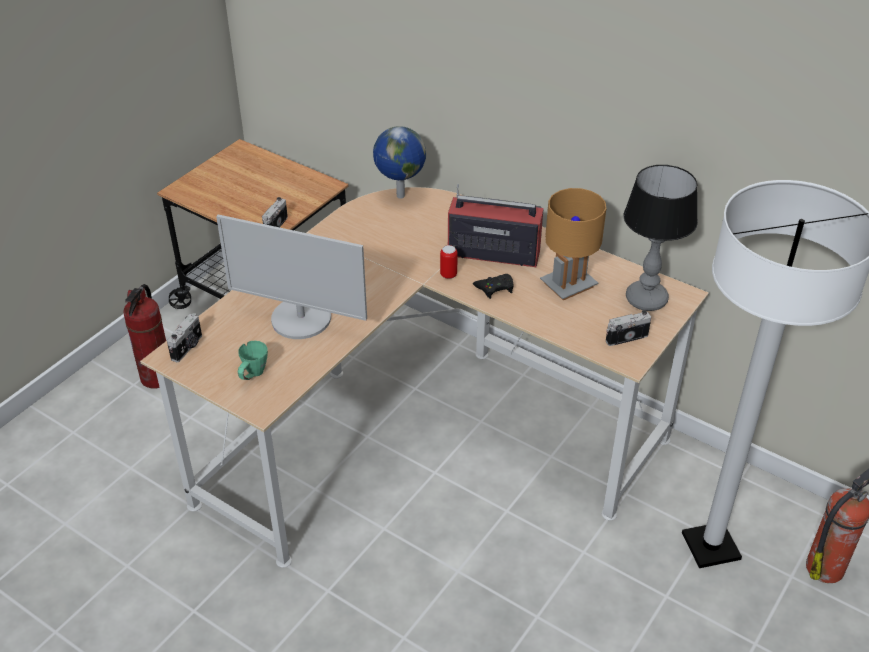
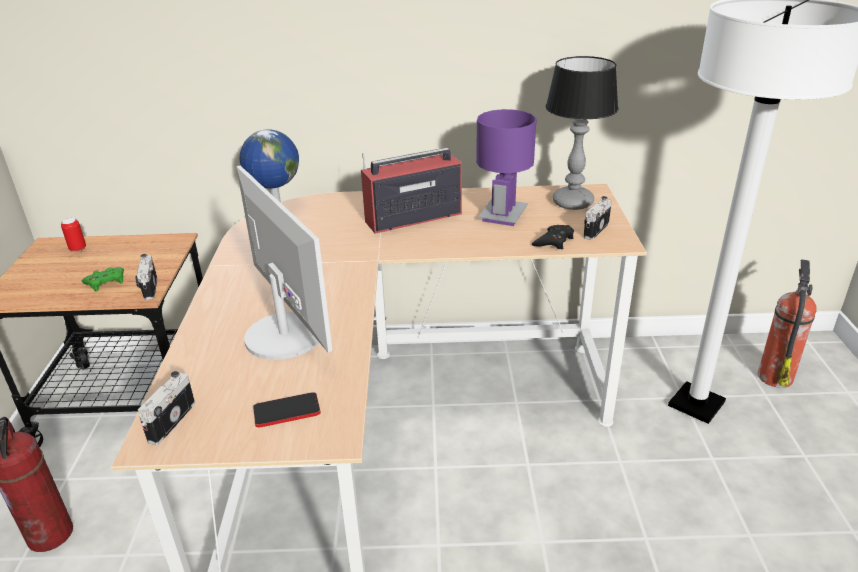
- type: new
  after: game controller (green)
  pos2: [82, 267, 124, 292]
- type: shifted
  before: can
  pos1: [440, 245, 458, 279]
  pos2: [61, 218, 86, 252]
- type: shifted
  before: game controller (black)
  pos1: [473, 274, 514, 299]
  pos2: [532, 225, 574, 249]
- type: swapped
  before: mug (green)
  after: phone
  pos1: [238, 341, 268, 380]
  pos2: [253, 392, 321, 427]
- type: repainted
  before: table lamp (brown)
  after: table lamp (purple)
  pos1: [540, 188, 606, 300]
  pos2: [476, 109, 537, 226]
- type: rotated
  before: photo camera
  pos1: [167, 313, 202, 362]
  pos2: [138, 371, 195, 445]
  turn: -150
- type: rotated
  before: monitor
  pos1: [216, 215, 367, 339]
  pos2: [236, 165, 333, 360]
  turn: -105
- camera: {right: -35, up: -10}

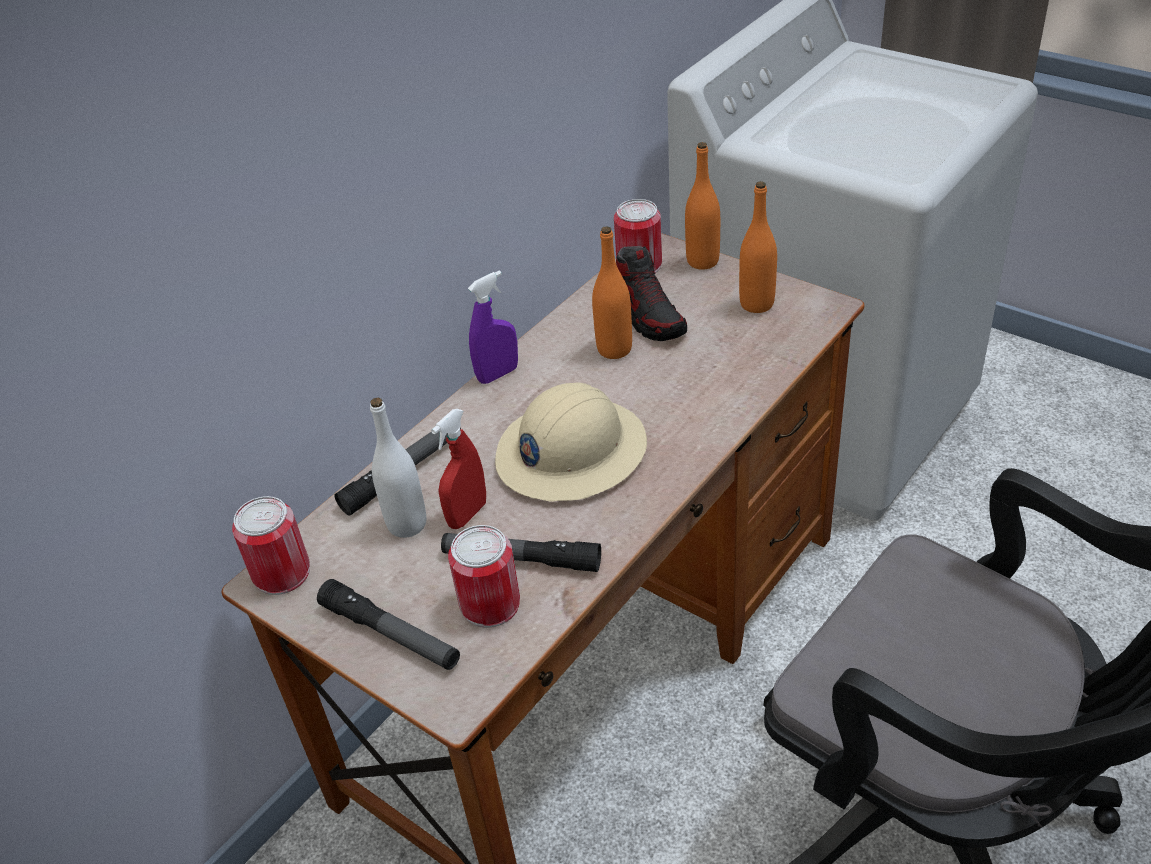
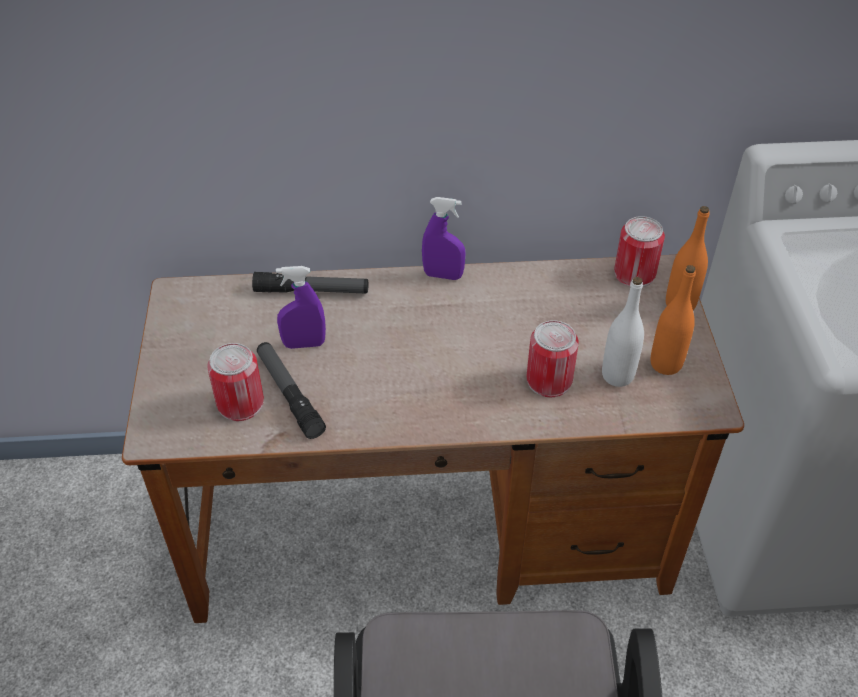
- type: gone
  before: flashlight
  pos1: [317, 579, 460, 670]
- type: gone
  before: hard hat (beige)
  pos1: [495, 383, 647, 502]
- type: gone
  before: bottle (orange)
  pos1: [592, 226, 632, 359]
- type: gone
  before: shoe
  pos1: [616, 246, 687, 341]
- type: shifted
  before: can
  pos1: [232, 496, 310, 595]
  pos2: [527, 320, 579, 397]
- type: shifted
  before: bottle (white)
  pos1: [370, 398, 426, 538]
  pos2: [602, 277, 644, 387]
- type: repainted
  before: spray bottle (red)
  after: spray bottle (purple)
  pos1: [431, 409, 486, 529]
  pos2: [276, 266, 326, 349]
- camera: {right: 45, up: 5}

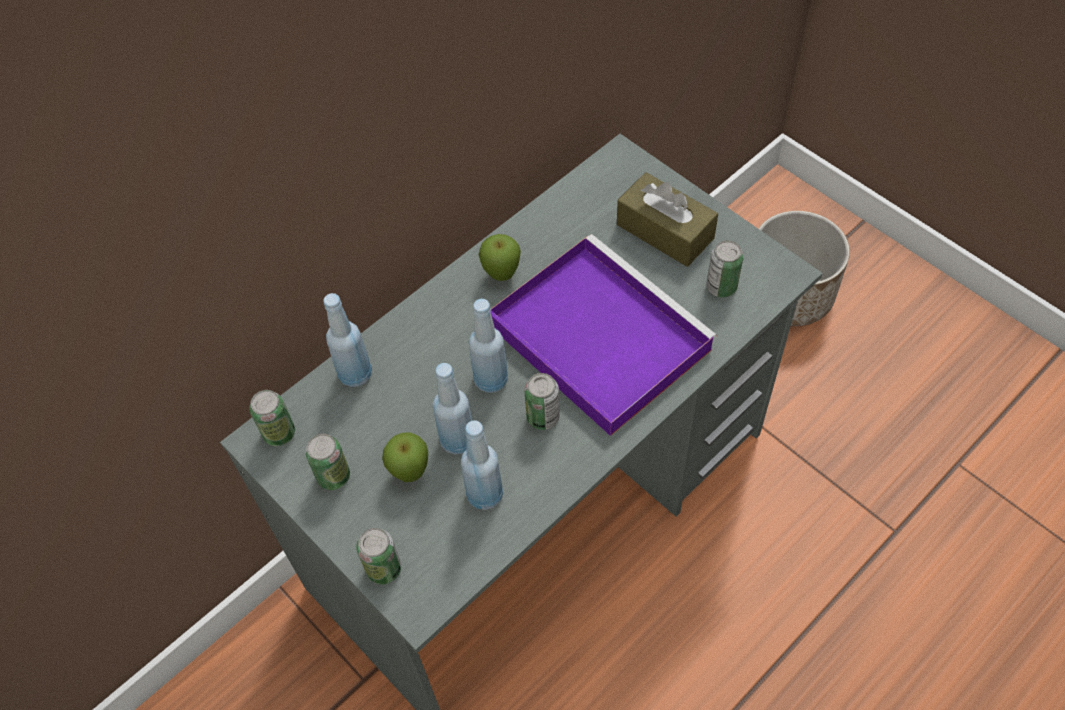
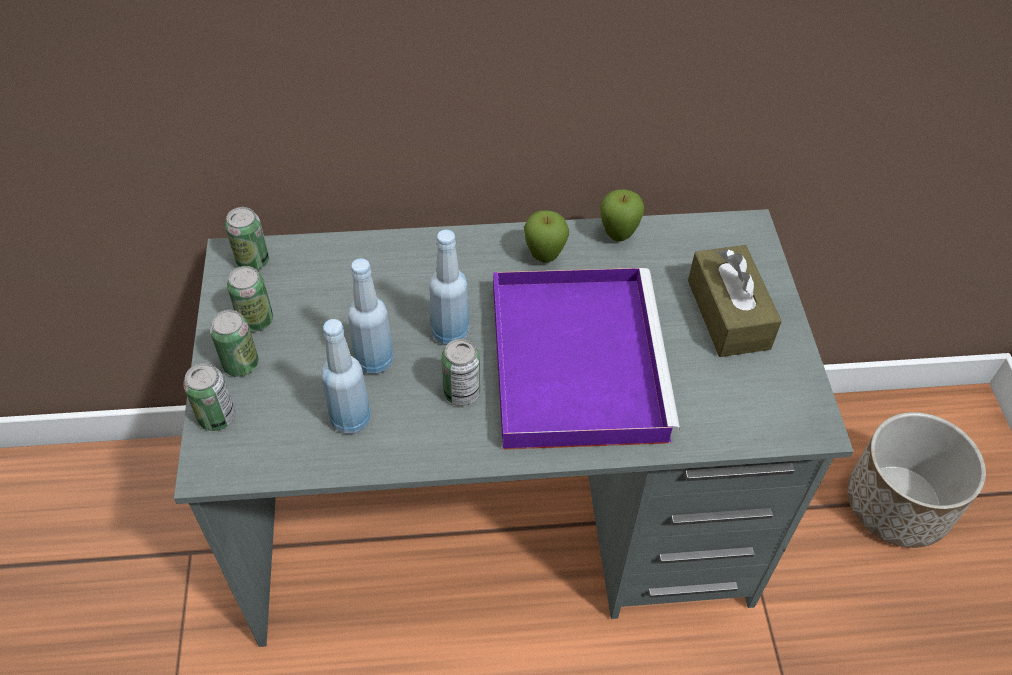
- type: gone
  before: bottle (blue)
  pos1: [323, 293, 372, 387]
- type: shifted
  before: apple
  pos1: [382, 432, 428, 482]
  pos2: [600, 189, 645, 242]
- type: shifted
  before: can
  pos1: [706, 240, 743, 298]
  pos2: [210, 310, 259, 377]
- camera: {right: 35, up: -5}

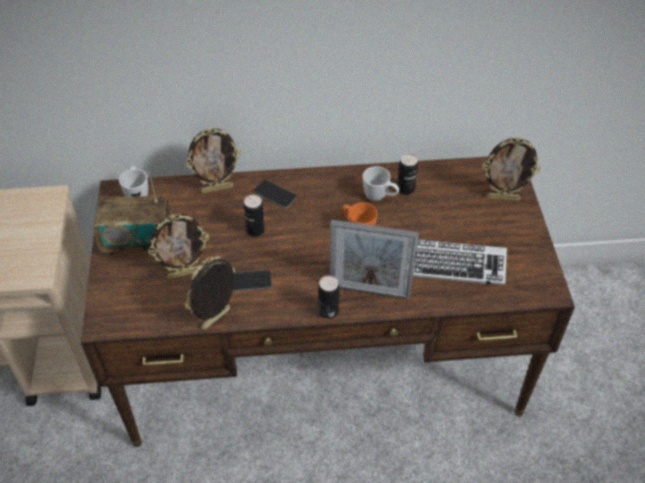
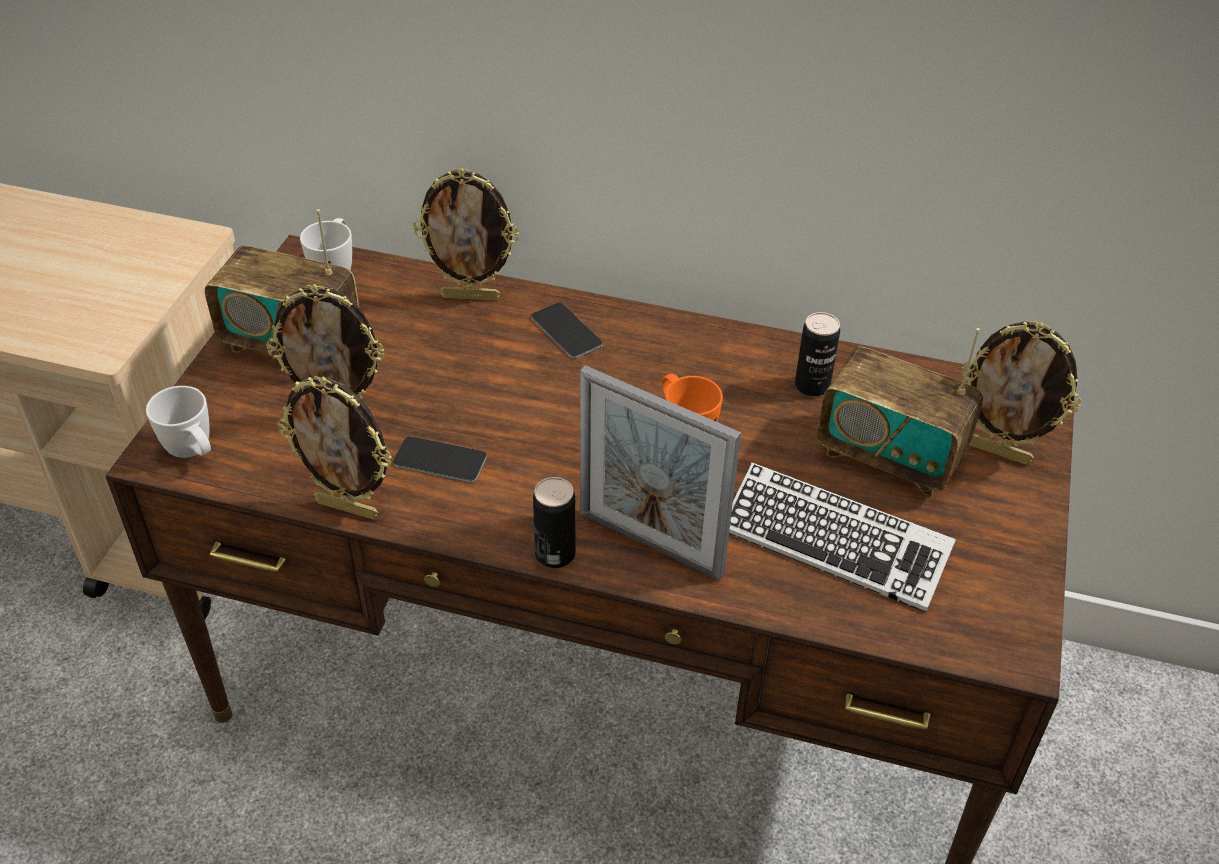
- type: gone
  before: can
  pos1: [243, 195, 265, 237]
- type: new
  after: radio
  pos2: [817, 328, 983, 497]
- type: shifted
  before: mug (white)
  pos1: [363, 166, 399, 201]
  pos2: [146, 386, 211, 458]
- type: rotated
  before: picture frame
  pos1: [185, 256, 235, 329]
  pos2: [277, 376, 392, 520]
  turn: -135
- camera: {right: 20, up: -5}

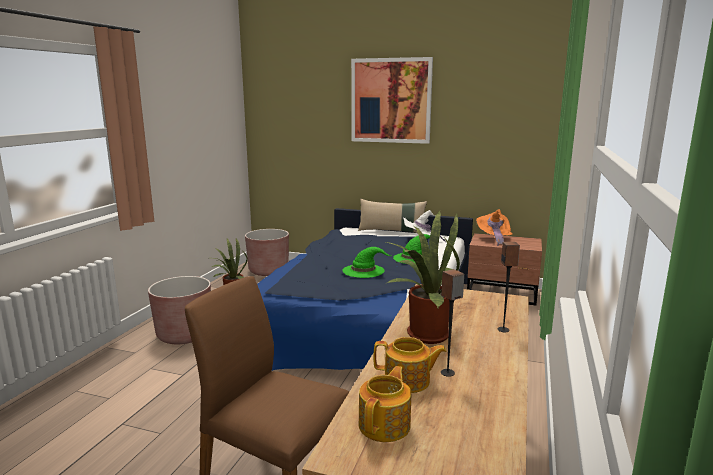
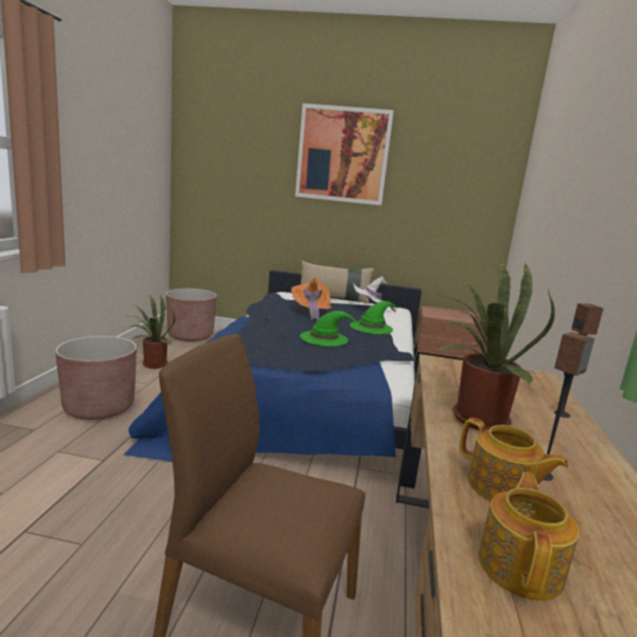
- type: shifted
  before: hat (orange)
  pos1: [476, 209, 513, 246]
  pos2: [291, 277, 332, 321]
- type: rotated
  before: teapot
  pos1: [373, 337, 447, 393]
  pos2: [460, 418, 569, 502]
  turn: 45
- camera: {right: -10, up: 0}

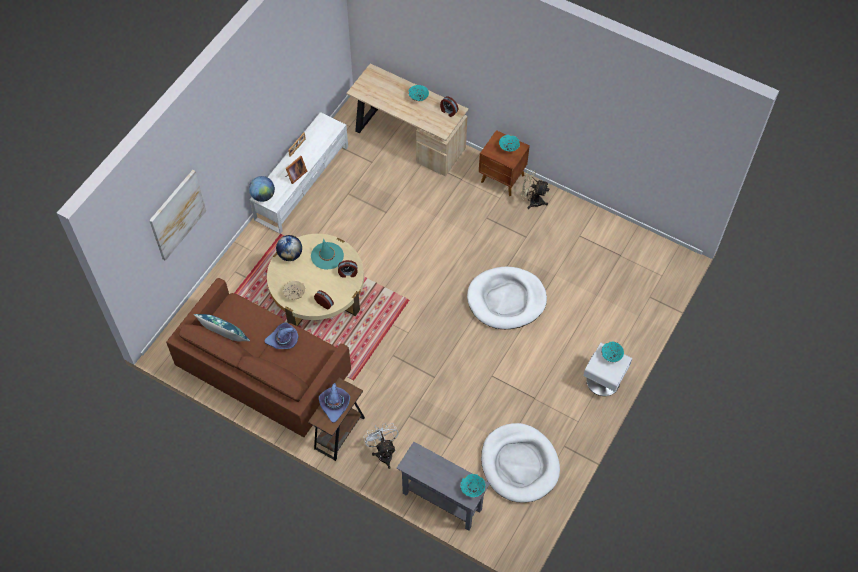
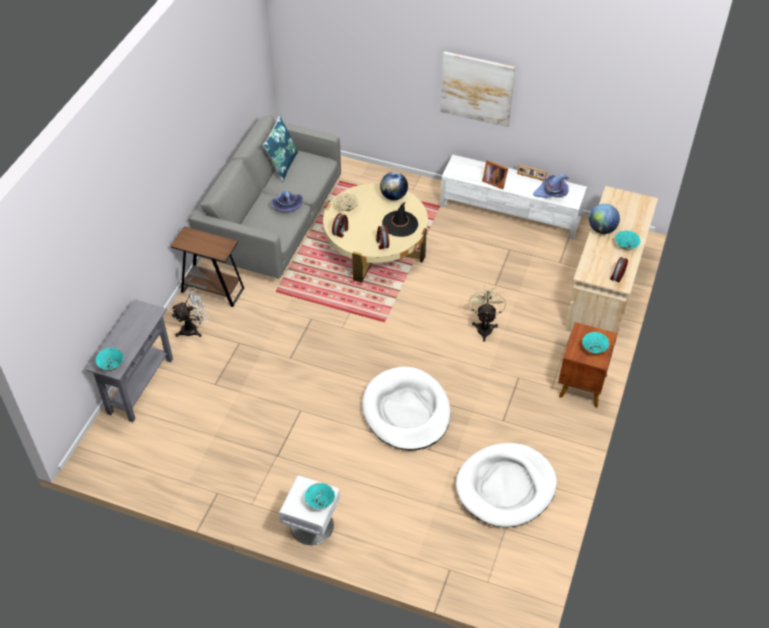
- type: shifted
  before: picture
  pos1: [149, 170, 206, 261]
  pos2: [440, 51, 515, 127]
- type: shifted
  before: globe
  pos1: [249, 176, 275, 202]
  pos2: [589, 204, 620, 234]
- type: shifted
  before: hat (purple)
  pos1: [319, 383, 350, 423]
  pos2: [533, 174, 569, 198]
- type: shifted
  before: dog bed (white)
  pos1: [481, 423, 560, 503]
  pos2: [456, 443, 557, 527]
- type: shifted
  before: fan (beige)
  pos1: [521, 169, 549, 209]
  pos2: [469, 286, 506, 342]
- type: repainted
  before: sofa (brown)
  after: sofa (grey)
  pos1: [166, 278, 351, 437]
  pos2: [189, 115, 341, 278]
- type: repainted
  before: hat (turquoise)
  after: hat (black)
  pos1: [311, 238, 344, 269]
  pos2: [382, 202, 418, 237]
- camera: {right: 80, up: -10}

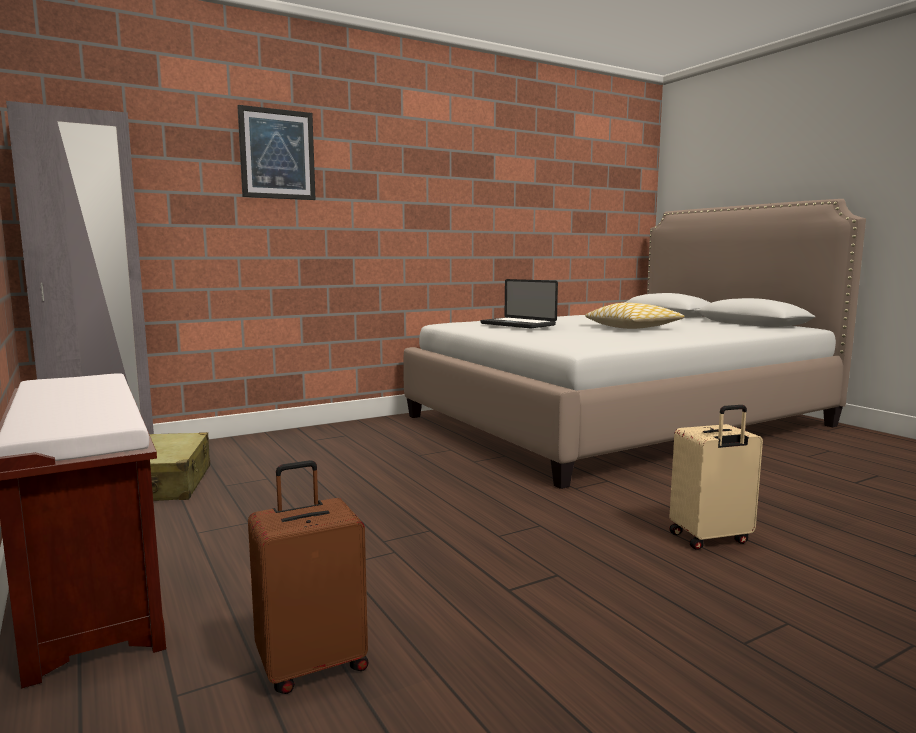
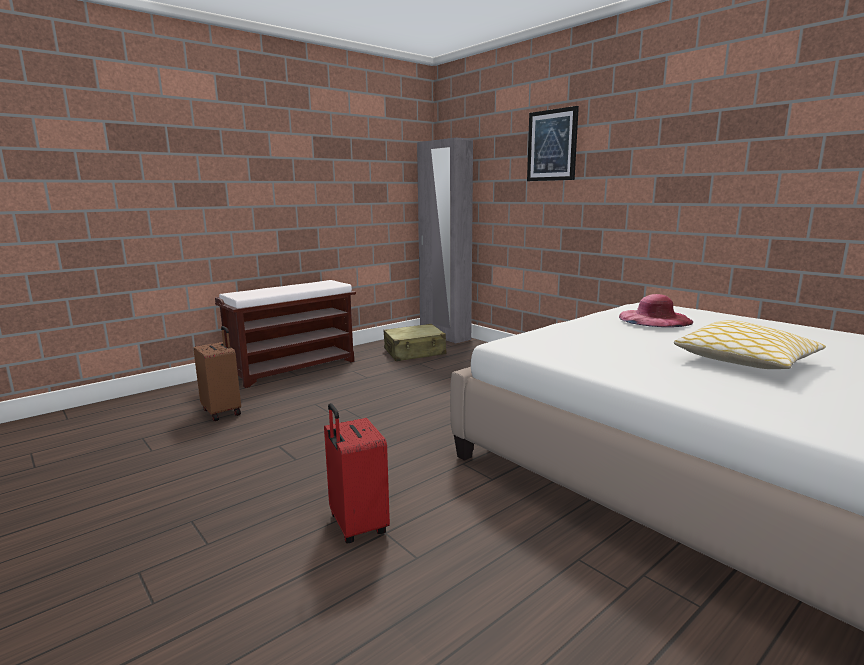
- type: swapped
  before: laptop
  after: hat (pink)
  pos1: [480, 279, 558, 328]
  pos2: [619, 294, 693, 327]
- type: repainted
  before: suitcase (beige)
  after: suitcase (red)
  pos1: [669, 405, 763, 550]
  pos2: [324, 403, 390, 543]
- camera: {right: 80, up: 5}

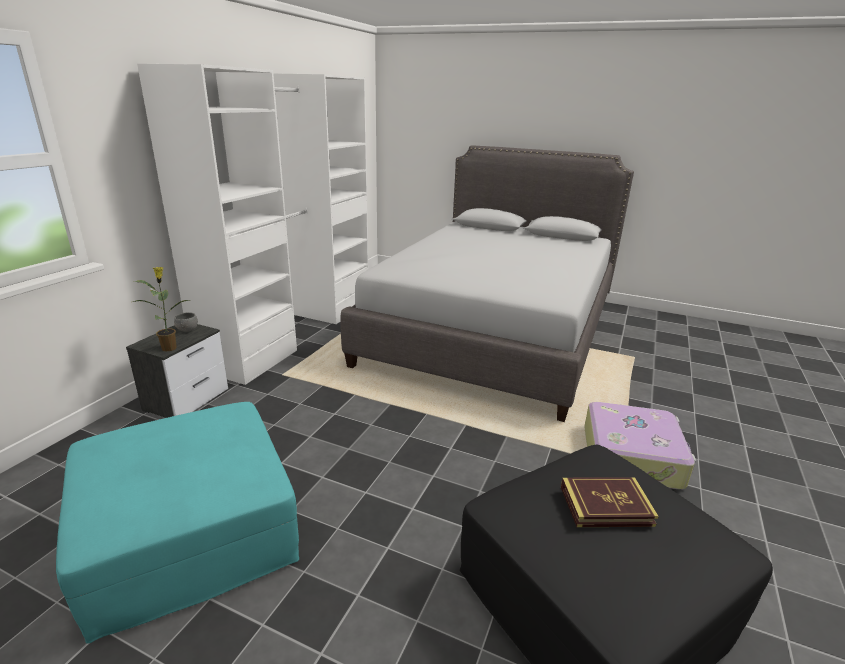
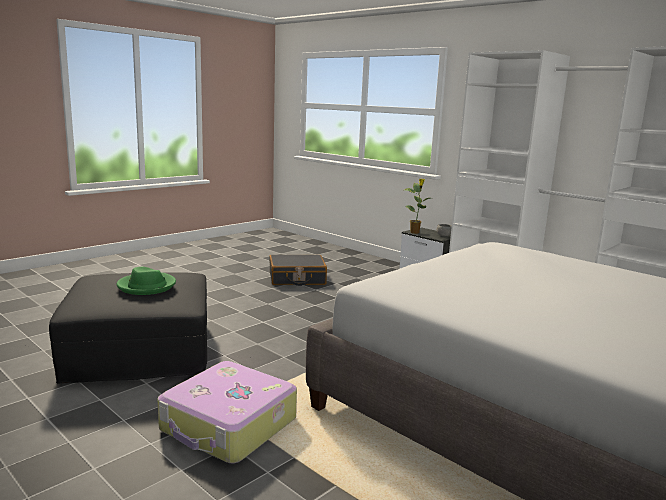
- type: swapped
  before: ottoman (turquoise)
  after: suitcase (black)
  pos1: [56, 402, 299, 644]
  pos2: [269, 255, 327, 286]
- type: swapped
  before: book
  after: hat (green)
  pos1: [561, 477, 659, 527]
  pos2: [116, 267, 176, 295]
- camera: {right: 110, up: -10}

